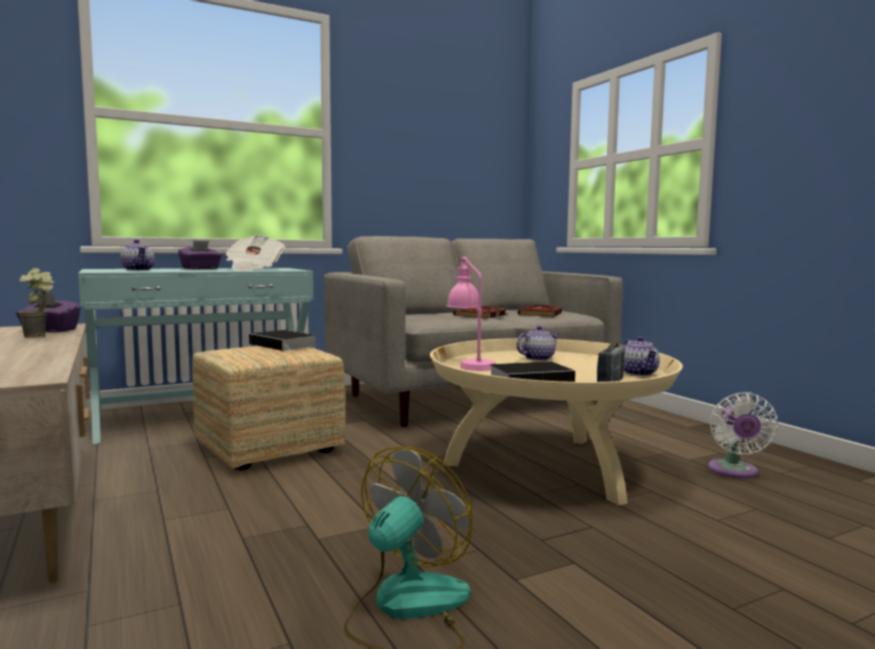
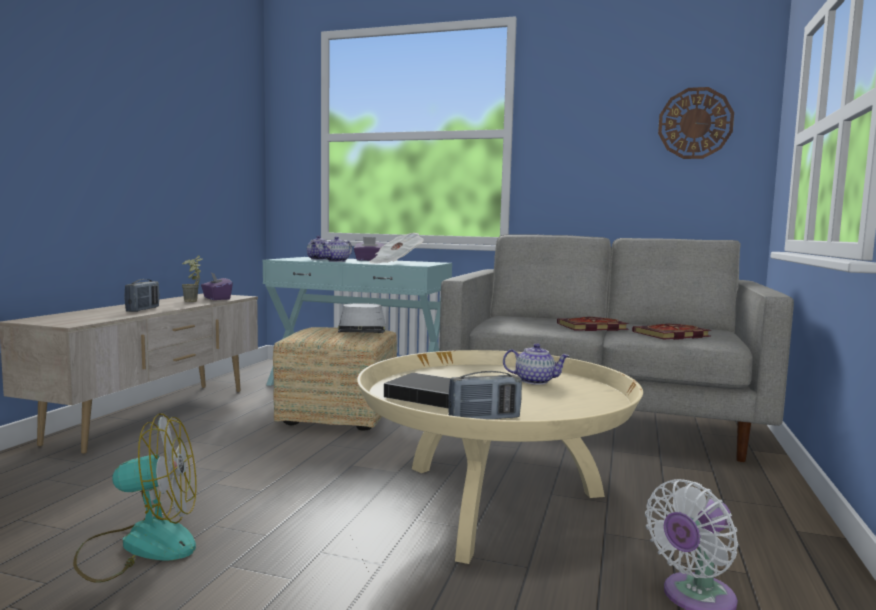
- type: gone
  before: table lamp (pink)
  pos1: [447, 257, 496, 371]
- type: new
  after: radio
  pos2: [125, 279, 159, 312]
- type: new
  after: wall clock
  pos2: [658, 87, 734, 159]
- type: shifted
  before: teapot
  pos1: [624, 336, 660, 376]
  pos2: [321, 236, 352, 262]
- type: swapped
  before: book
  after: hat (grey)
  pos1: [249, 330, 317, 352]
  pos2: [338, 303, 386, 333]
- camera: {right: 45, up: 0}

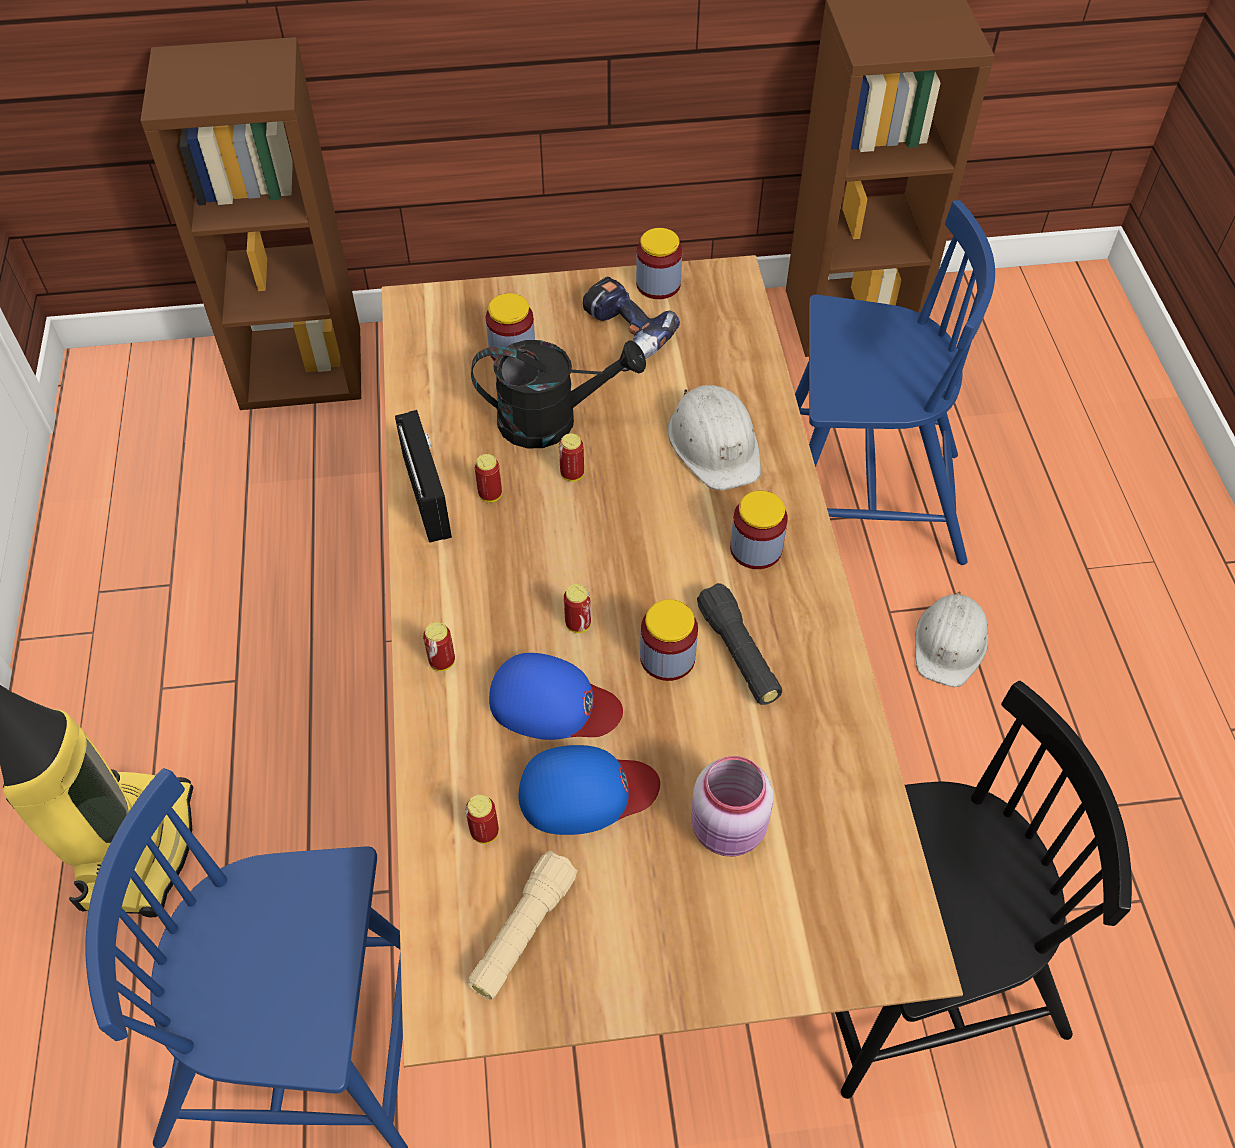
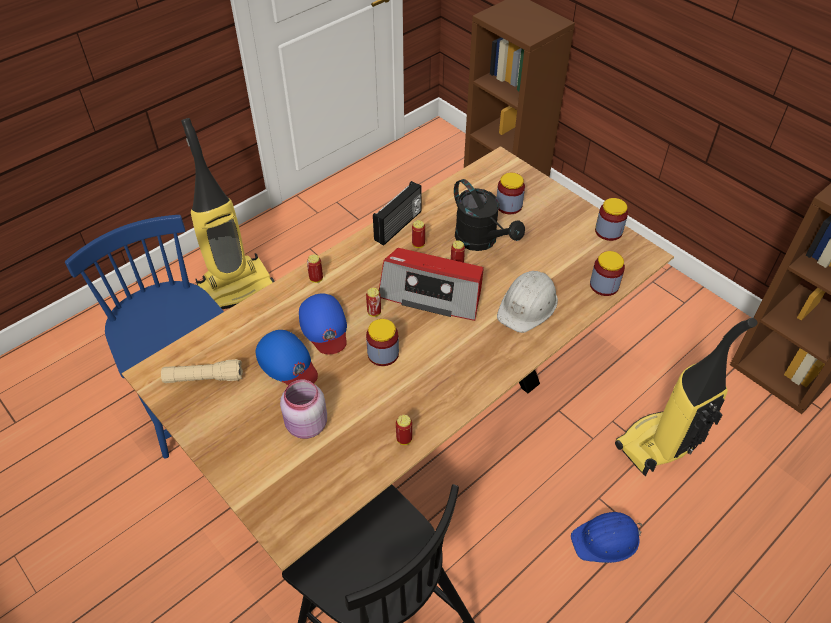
- type: gone
  before: power drill
  pos1: [583, 277, 680, 371]
- type: gone
  before: flashlight (black)
  pos1: [697, 583, 782, 705]
- type: new
  after: radio
  pos2: [379, 248, 484, 321]
- type: shifted
  before: can
  pos1: [465, 795, 499, 844]
  pos2: [396, 415, 412, 445]
- type: shifted
  before: jar
  pos1: [730, 490, 788, 569]
  pos2: [590, 251, 625, 296]
- type: swapped
  before: chair (blue)
  after: vacuum cleaner
  pos1: [795, 200, 995, 565]
  pos2: [615, 318, 758, 476]
- type: repainted
  before: hard hat (white)
  after: hard hat (blue)
  pos1: [915, 591, 988, 687]
  pos2: [571, 512, 642, 563]
- camera: {right: 55, up: -5}

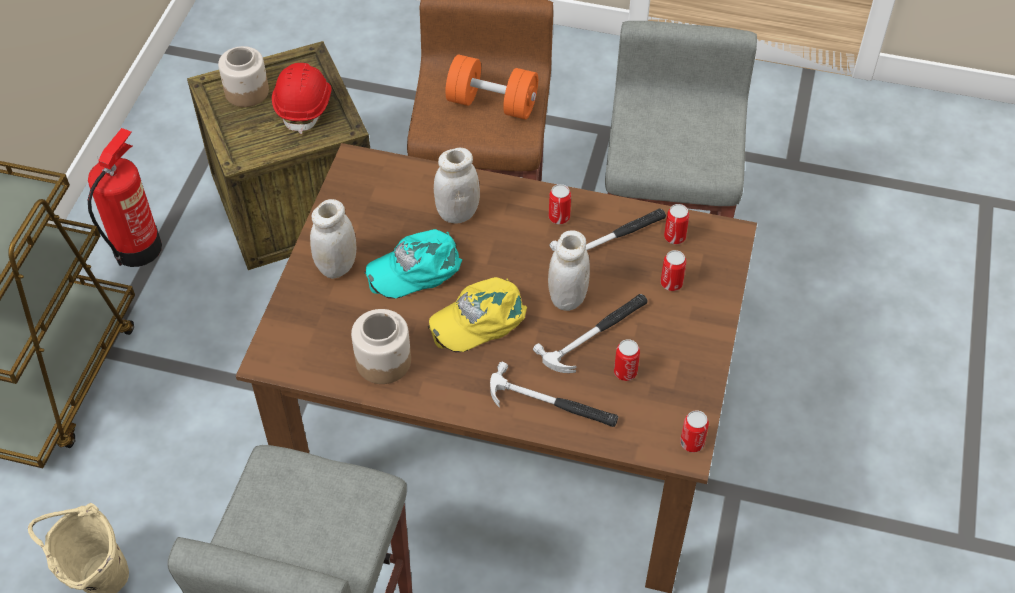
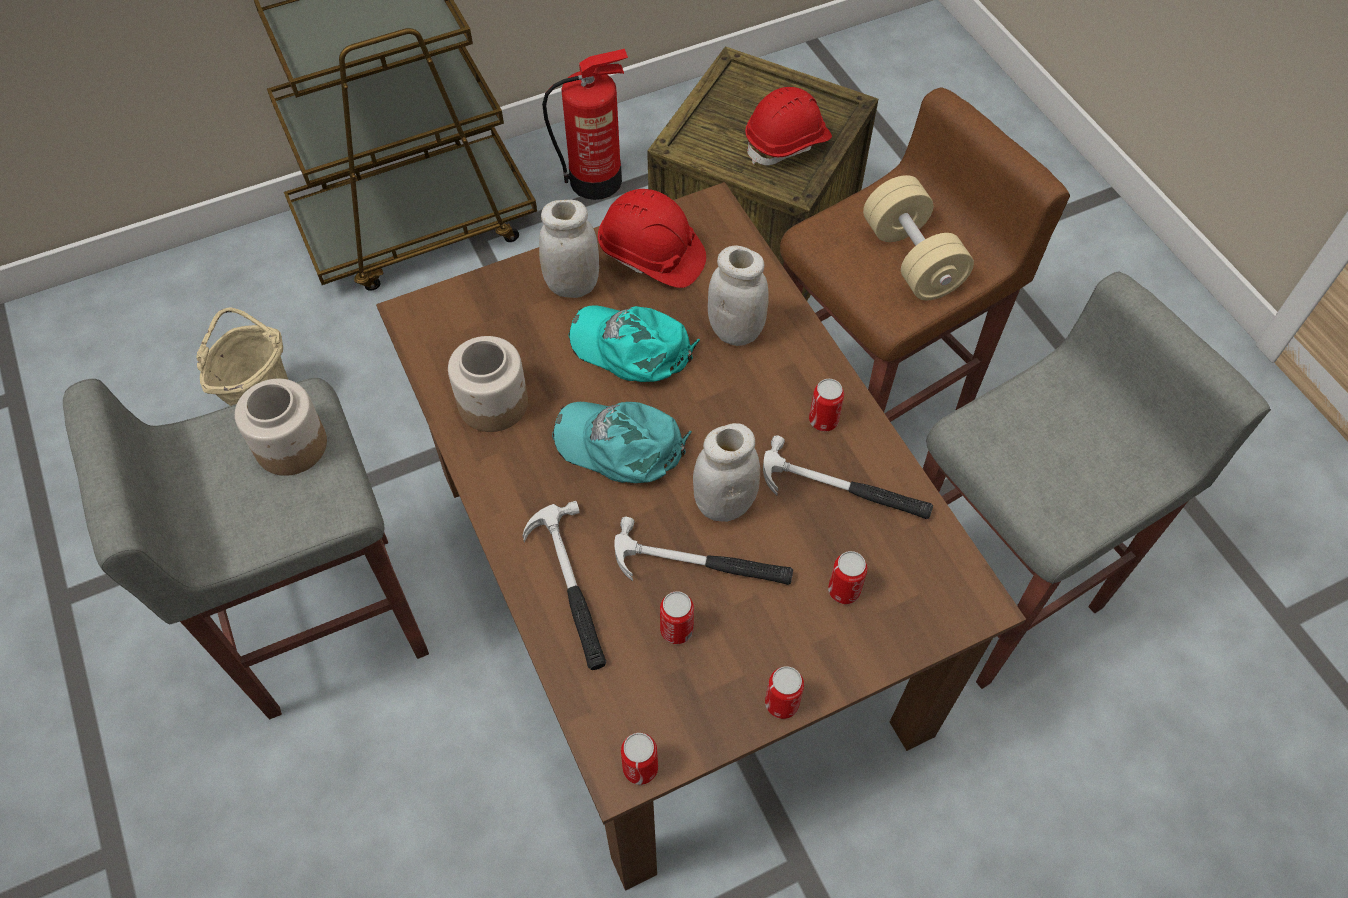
- type: new
  after: hard hat (red)
  pos2: [598, 189, 706, 288]
- type: shifted
  before: jar
  pos1: [218, 46, 269, 107]
  pos2: [235, 379, 327, 476]
- type: shifted
  before: can
  pos1: [664, 204, 689, 244]
  pos2: [765, 666, 804, 719]
- type: repainted
  before: cap (yellow)
  after: cap (turquoise)
  pos1: [428, 277, 527, 352]
  pos2: [552, 402, 692, 483]
- type: repainted
  before: dumbbell (orange)
  after: dumbbell (beige)
  pos1: [445, 55, 538, 119]
  pos2: [863, 175, 974, 300]
- camera: {right: 50, up: 5}

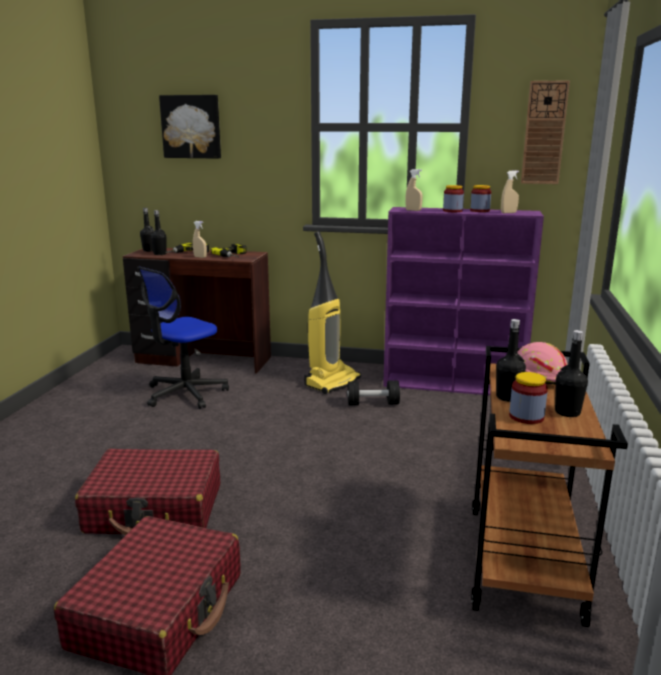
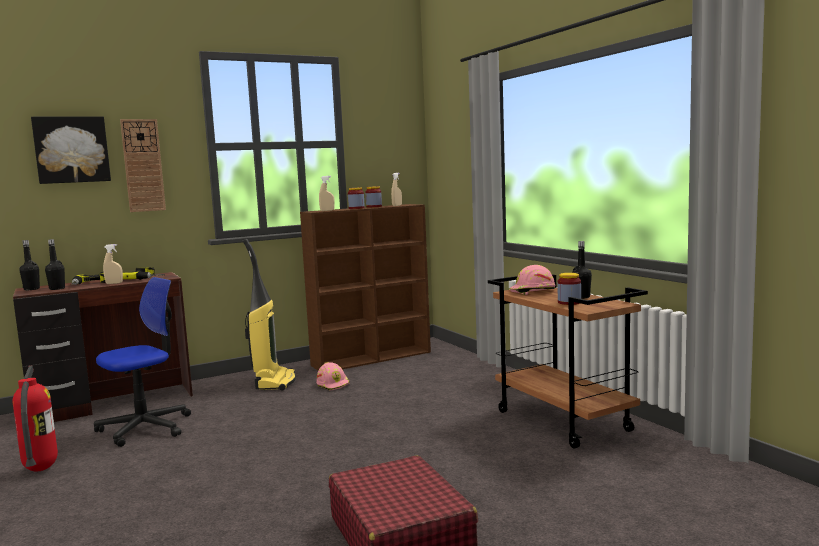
- type: gone
  before: suitcase (red)
  pos1: [75, 449, 220, 535]
- type: gone
  before: bottle (black)
  pos1: [496, 319, 526, 402]
- type: new
  after: fire extinguisher
  pos2: [12, 366, 58, 471]
- type: shifted
  before: wall clock
  pos1: [521, 80, 570, 184]
  pos2: [120, 119, 166, 212]
- type: swapped
  before: dumbbell (black)
  after: hard hat (pink)
  pos1: [347, 380, 400, 406]
  pos2: [316, 362, 350, 391]
- type: repainted
  before: bookcase (purple)
  after: bookcase (brown)
  pos1: [383, 207, 544, 395]
  pos2: [300, 204, 431, 370]
- type: rotated
  before: office chair
  pos1: [137, 267, 229, 409]
  pos2: [94, 277, 191, 447]
  turn: -135
- camera: {right: -40, up: -10}

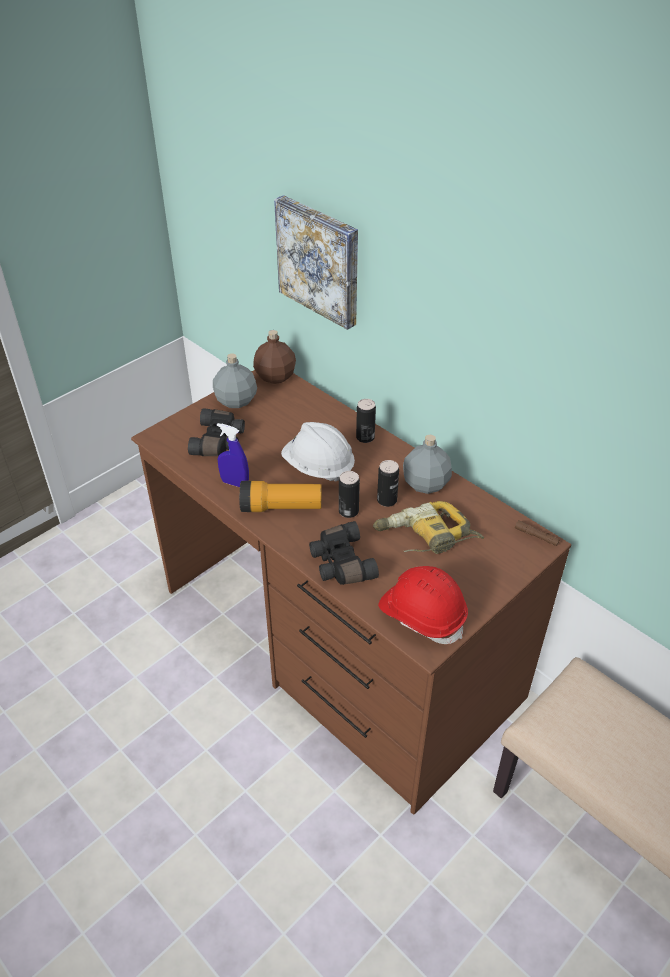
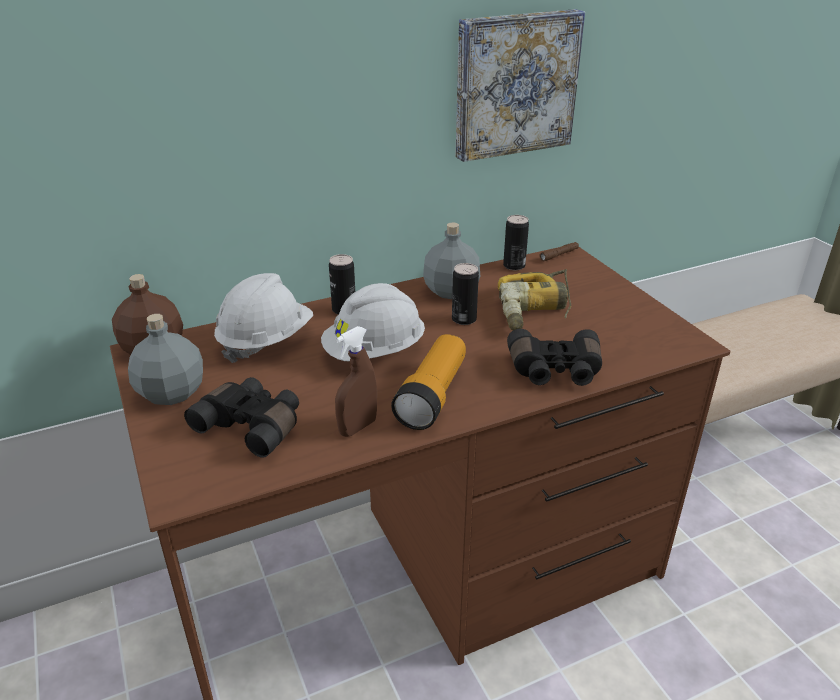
- type: gone
  before: hard hat (red)
  pos1: [378, 566, 468, 644]
- type: new
  after: hard hat (white)
  pos2: [214, 273, 313, 363]
- type: shifted
  before: picture
  pos1: [274, 195, 358, 330]
  pos2: [455, 9, 585, 162]
- type: shifted
  before: can
  pos1: [339, 471, 360, 518]
  pos2: [503, 215, 529, 270]
- type: repainted
  before: spray bottle (blue)
  after: spray bottle (brown)
  pos1: [217, 423, 249, 487]
  pos2: [335, 326, 377, 437]
- camera: {right: -70, up: -10}

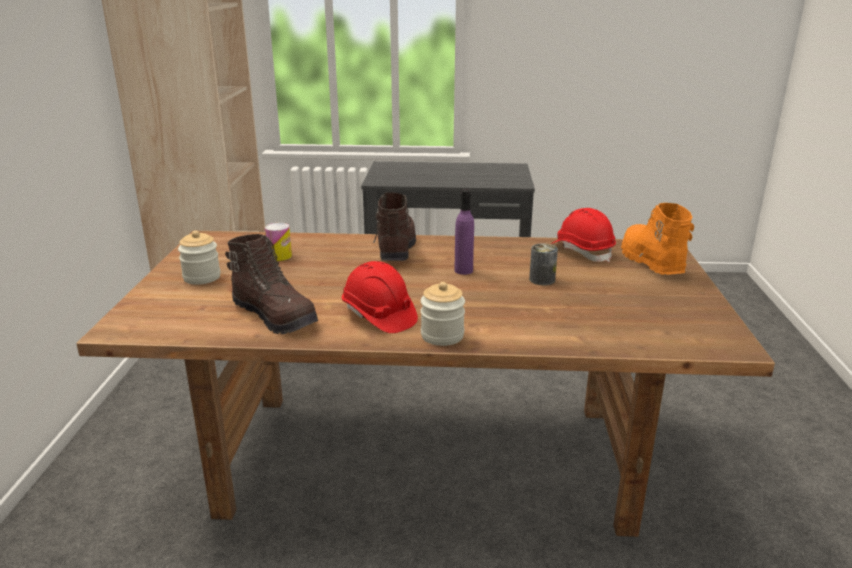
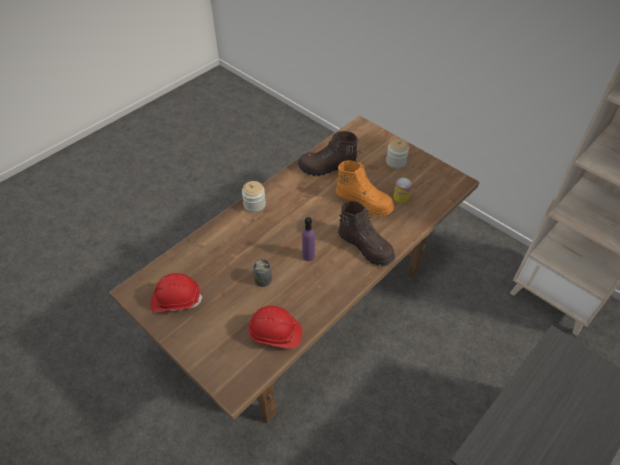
- type: shifted
  before: hard hat (red)
  pos1: [342, 261, 418, 333]
  pos2: [150, 273, 203, 312]
- type: shifted
  before: boot (orange)
  pos1: [621, 203, 694, 275]
  pos2: [336, 160, 394, 216]
- camera: {right: 130, up: 25}

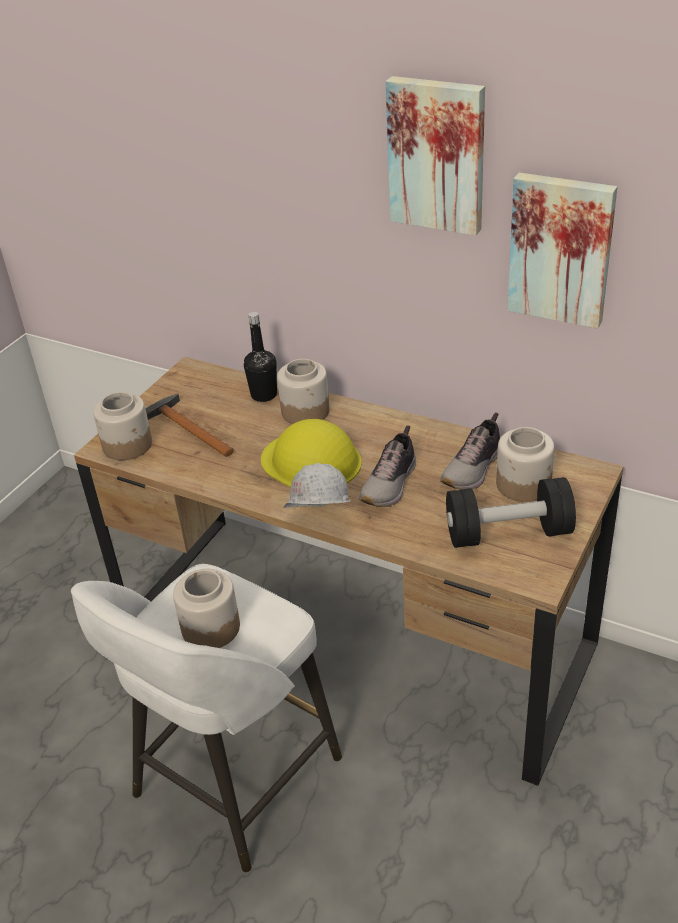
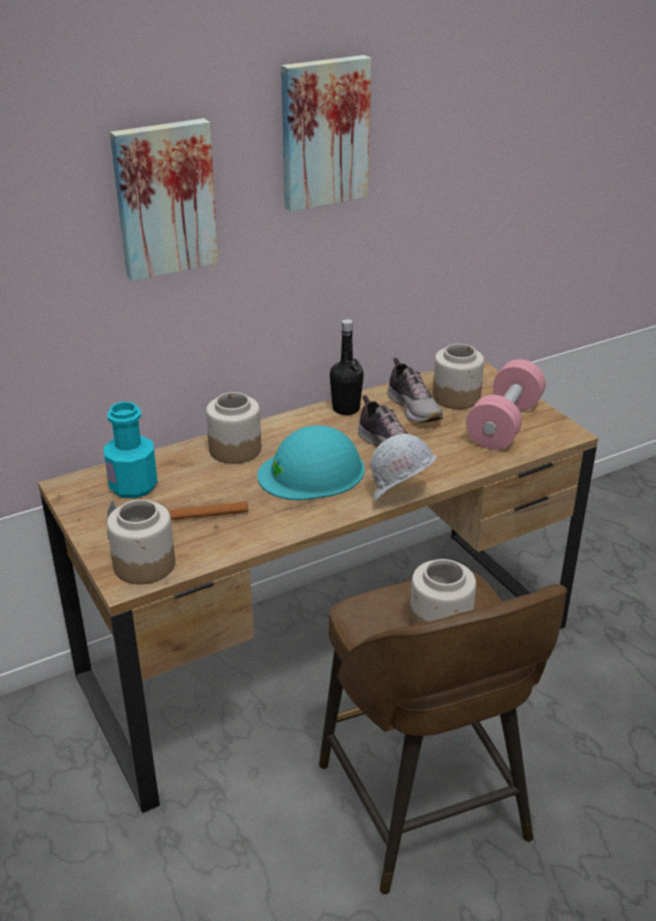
- type: new
  after: bottle (turquoise)
  pos2: [103, 402, 158, 498]
- type: shifted
  before: bottle (black)
  pos1: [244, 312, 277, 402]
  pos2: [330, 319, 364, 415]
- type: shifted
  before: picture
  pos1: [507, 173, 617, 328]
  pos2: [110, 118, 219, 281]
- type: repainted
  before: stool (white)
  after: stool (brown)
  pos1: [71, 564, 342, 872]
  pos2: [319, 572, 567, 894]
- type: repainted
  before: hard hat (yellow)
  after: hard hat (turquoise)
  pos1: [261, 419, 362, 487]
  pos2: [257, 425, 365, 500]
- type: repainted
  before: dumbbell (black)
  after: dumbbell (pink)
  pos1: [446, 477, 576, 548]
  pos2: [466, 359, 546, 450]
- camera: {right: -60, up: -5}

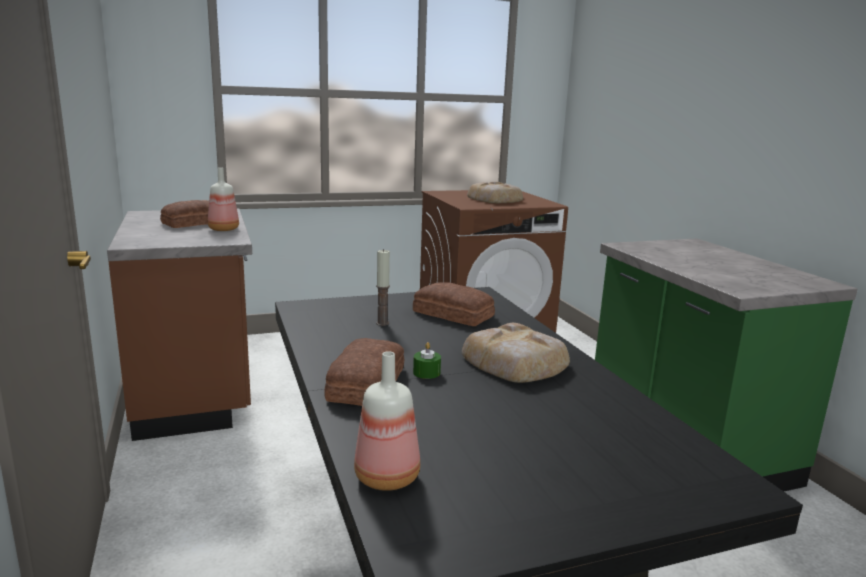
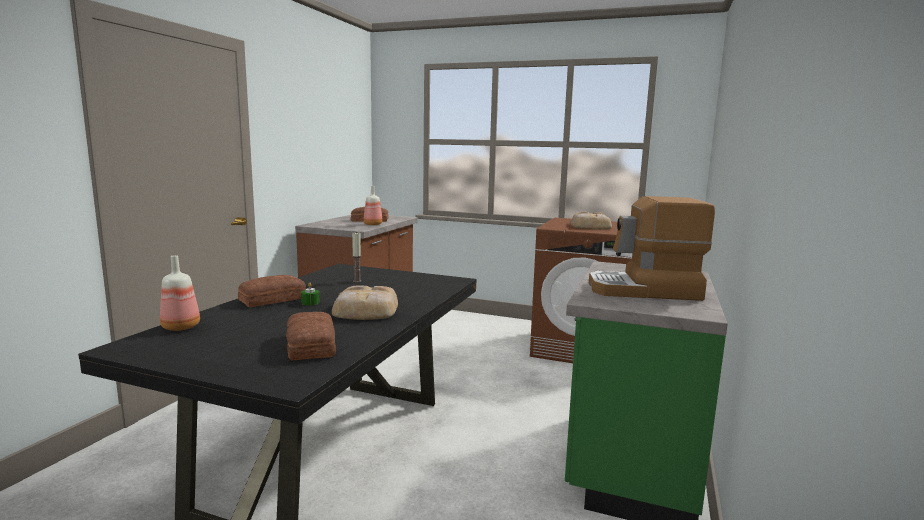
- type: new
  after: coffee machine
  pos2: [589, 196, 715, 301]
- type: shifted
  before: bread
  pos1: [413, 282, 495, 326]
  pos2: [286, 312, 336, 360]
- camera: {right: 40, up: -5}

